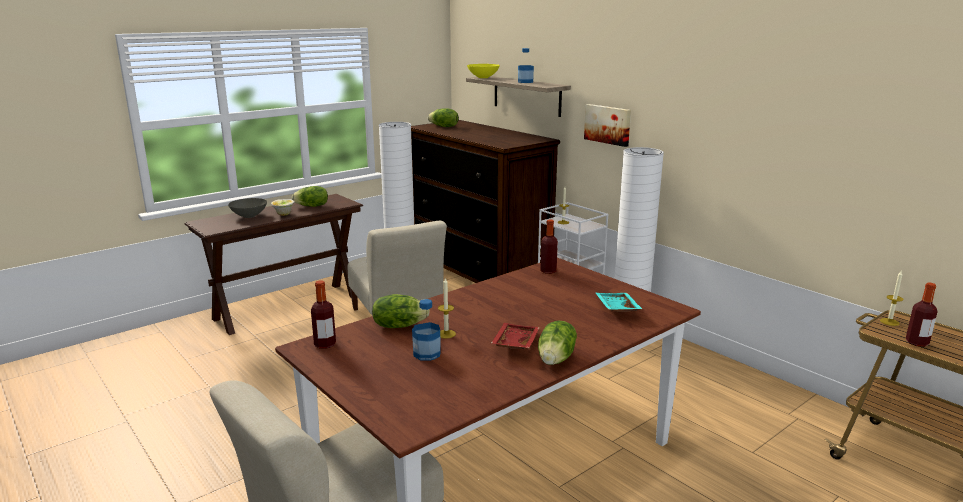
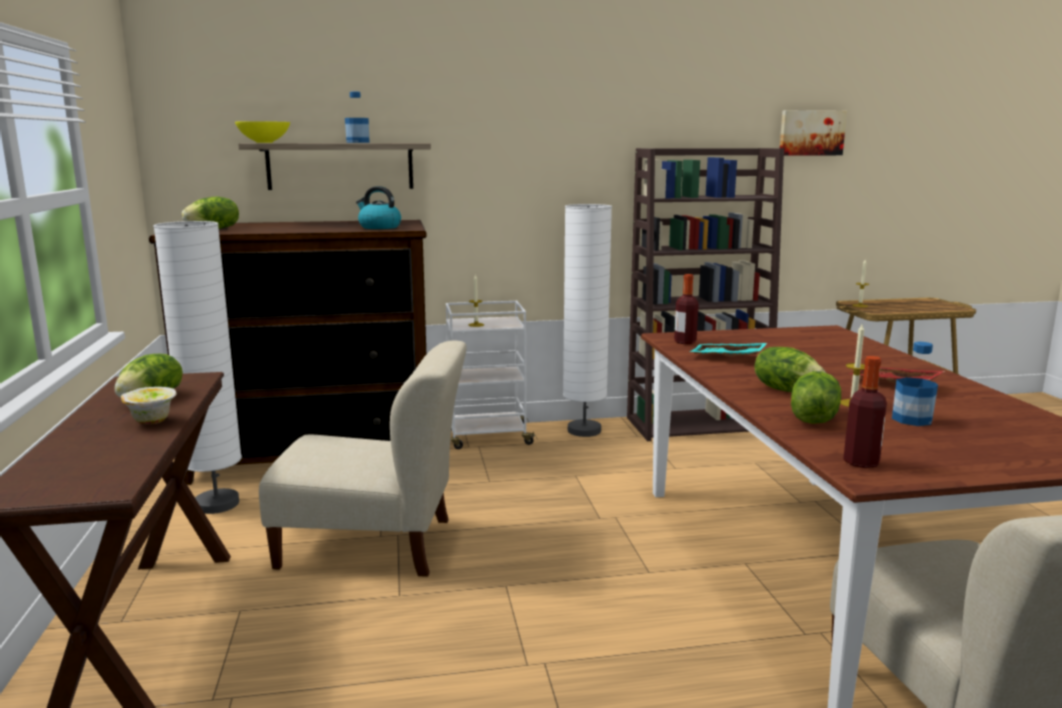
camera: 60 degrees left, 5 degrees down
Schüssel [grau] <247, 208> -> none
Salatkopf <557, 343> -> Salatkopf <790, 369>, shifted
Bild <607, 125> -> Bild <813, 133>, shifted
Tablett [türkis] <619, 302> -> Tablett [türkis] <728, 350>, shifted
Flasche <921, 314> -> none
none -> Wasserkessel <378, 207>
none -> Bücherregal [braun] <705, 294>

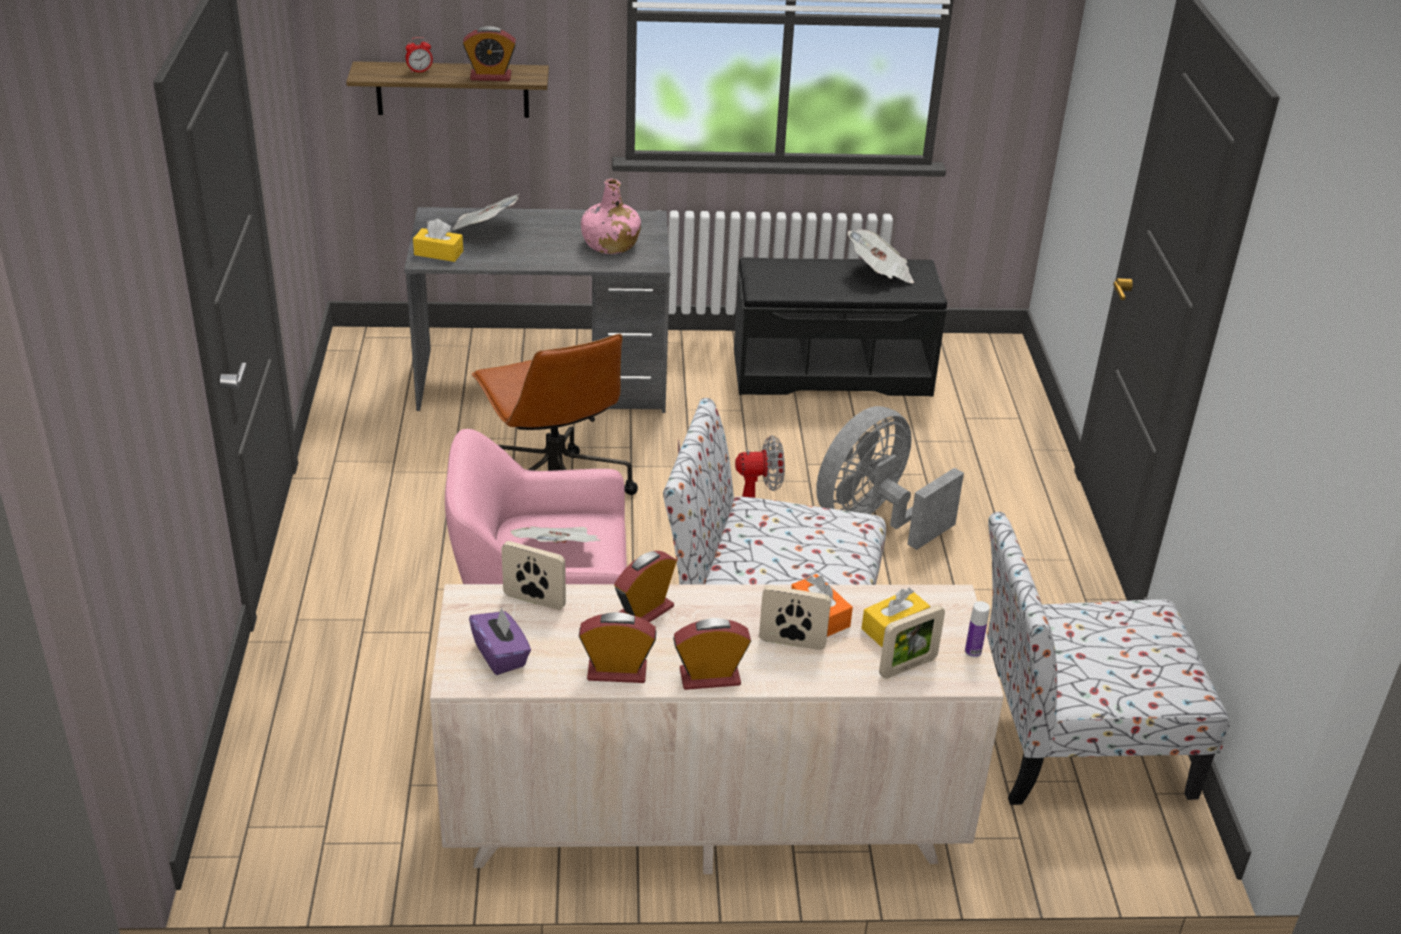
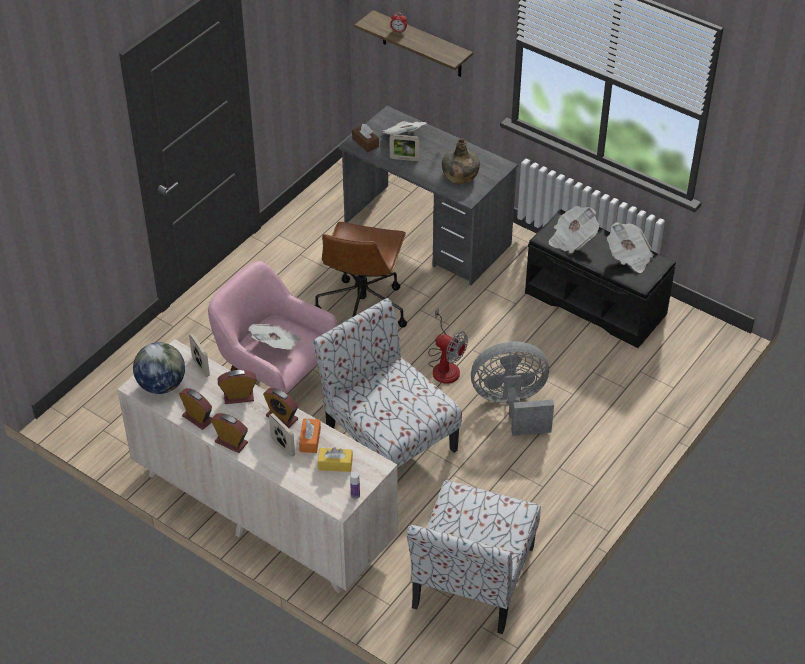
camera: 40 degrees right, 10 degrees up
Taschentuchbox [gelb] <438, 240> -> Taschentuchbox [braun] <365, 138>
Wecker <489, 53> -> Wecker <280, 408>, shifted
Taschentuchbox [lila] <500, 641> -> Globus <159, 368>
Flasche [rosa] <611, 216> -> Flasche [grün] <461, 161>
Bilderrahmen <912, 642> -> Bilderrahmen <405, 147>, shifted
Stuhl <1108, 658> -> Stuhl <474, 557>, 105 degrees counterclockwise
none -> Zeitung <574, 229>

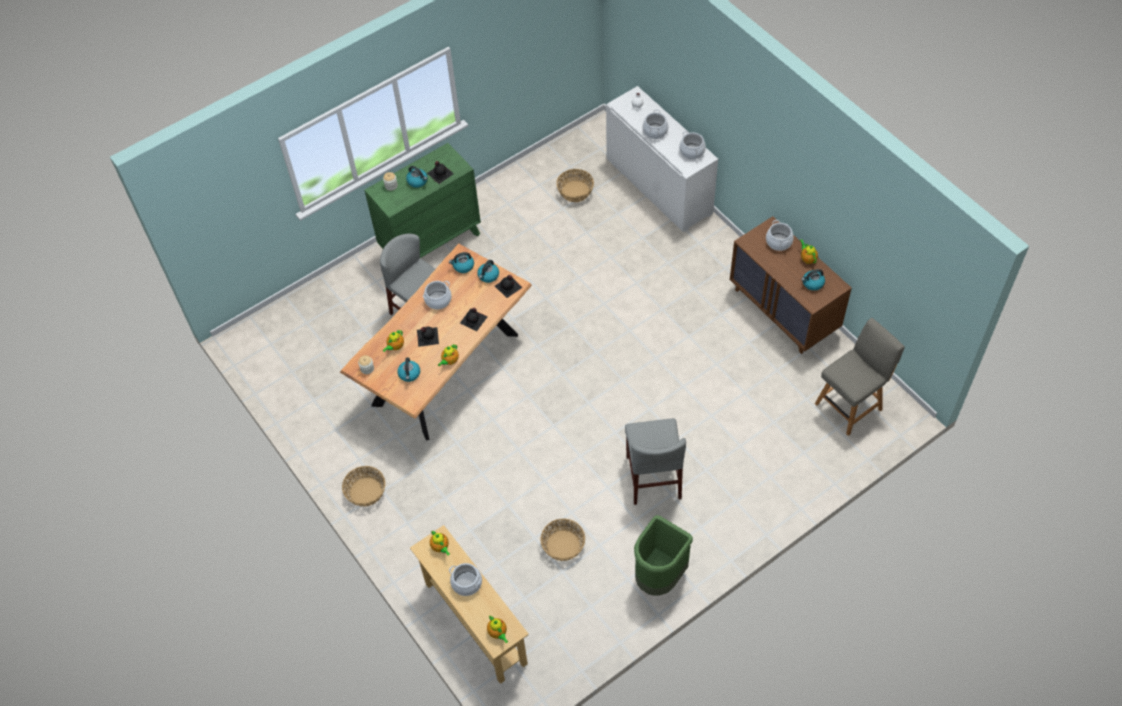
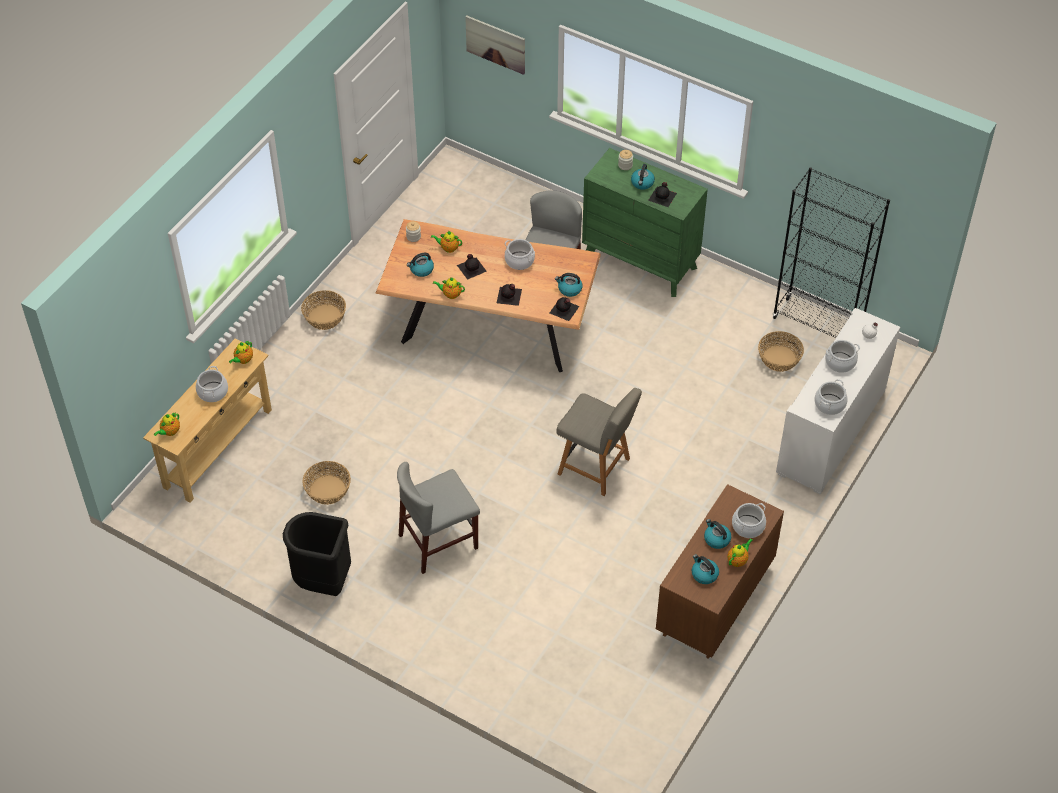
camera: 65 degrees right, 5 degrees down
Wasserkessel <461, 262> -> Wasserkessel <717, 534>, shifted
Mülleimer [grün] <663, 555> -> Mülleimer [schwarz] <317, 554>
Stuhl [grau] <860, 377> -> Stuhl [grau] <599, 442>, shifted
none -> Bild <495, 45>
none -> Bücherregal [schwarz] <831, 252>

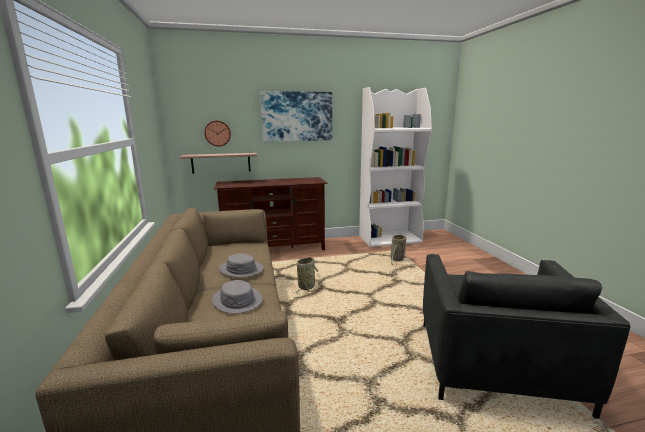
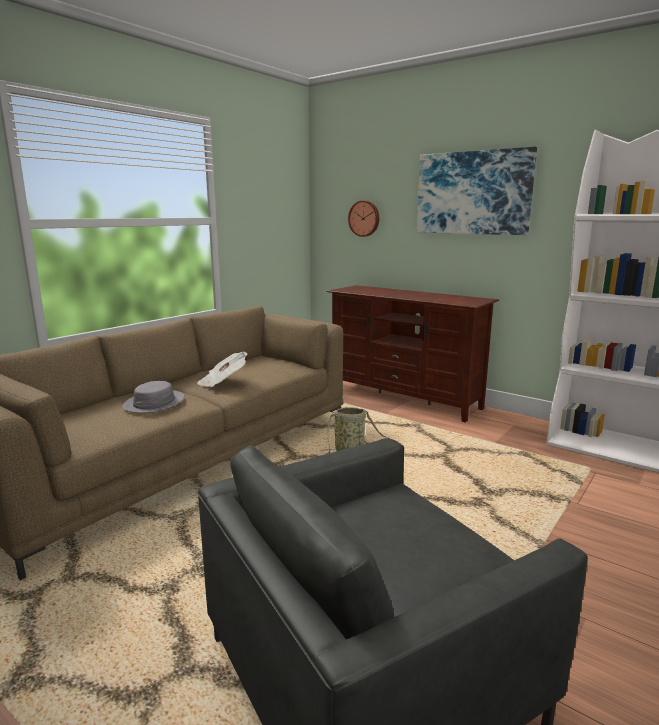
camera: 50 degrees right, 0 degrees up
Wandregal <218, 163> -> none
Hut [grau] <241, 265> -> Zeitung <222, 369>
Korb <398, 250> -> none

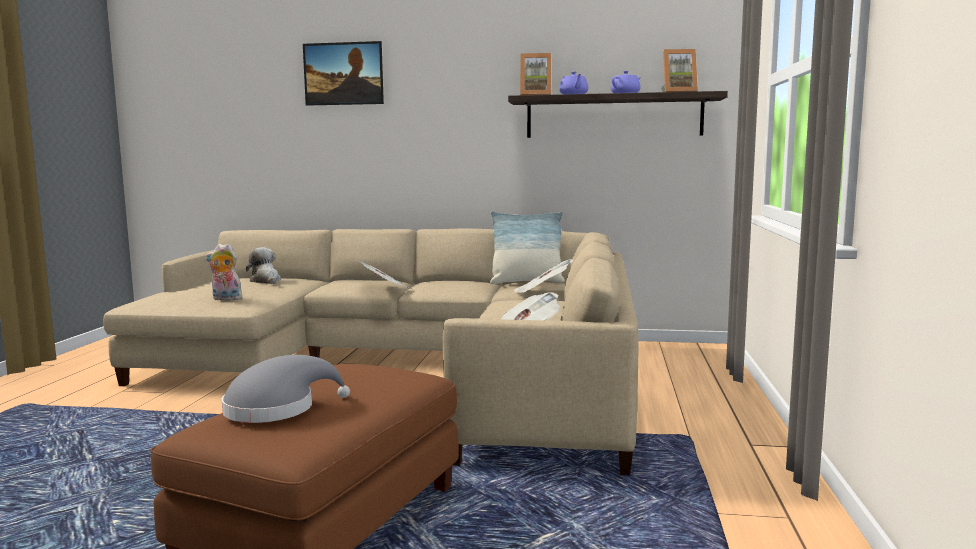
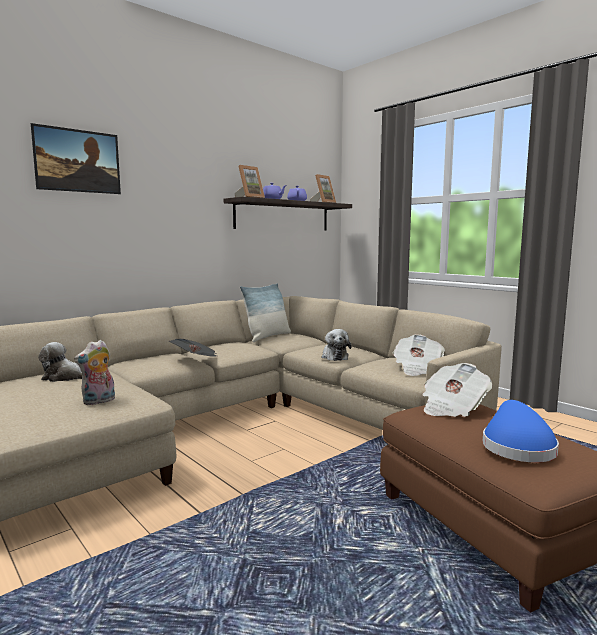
camera: 50 degrees left, 0 degrees up
Hut [grau] <286, 389> -> Hut [blau] <521, 431>
Zeitung <543, 276> -> Zeitung <457, 390>, shifted
none -> Plüschtier <336, 345>

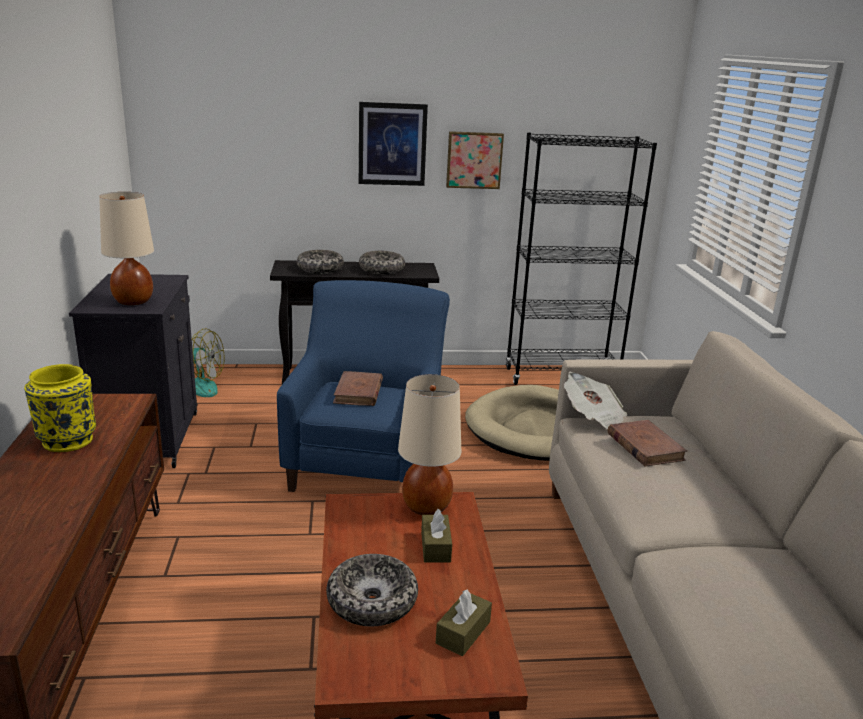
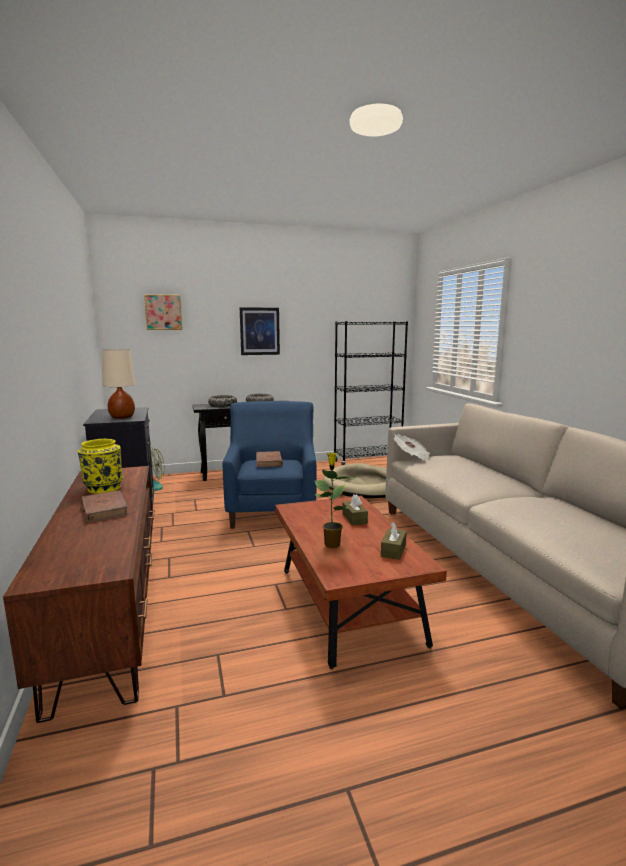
camera: 10 degrees left, 10 degrees down
Schüssel <372, 590> -> Topfpflanze <334, 500>
Tischlampe [beige] <429, 444> -> none
Bild <475, 160> -> Bild <163, 312>, shifted
Buch [braun] <647, 443> -> Buch [braun] <105, 506>, shifted

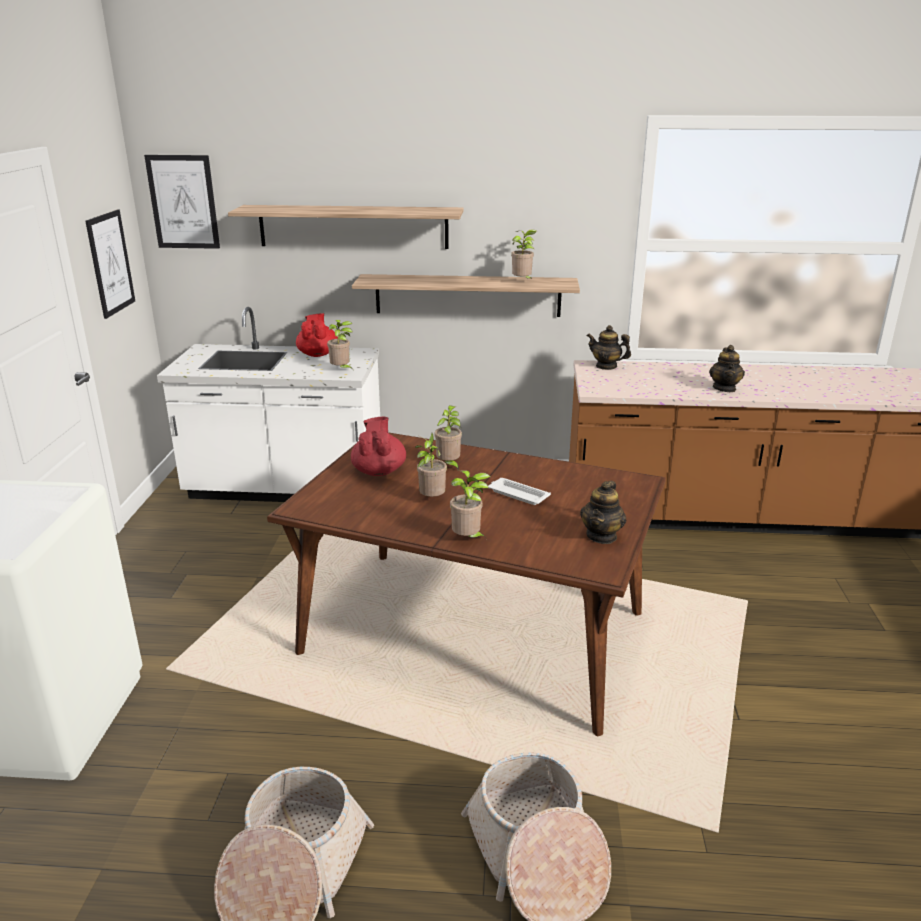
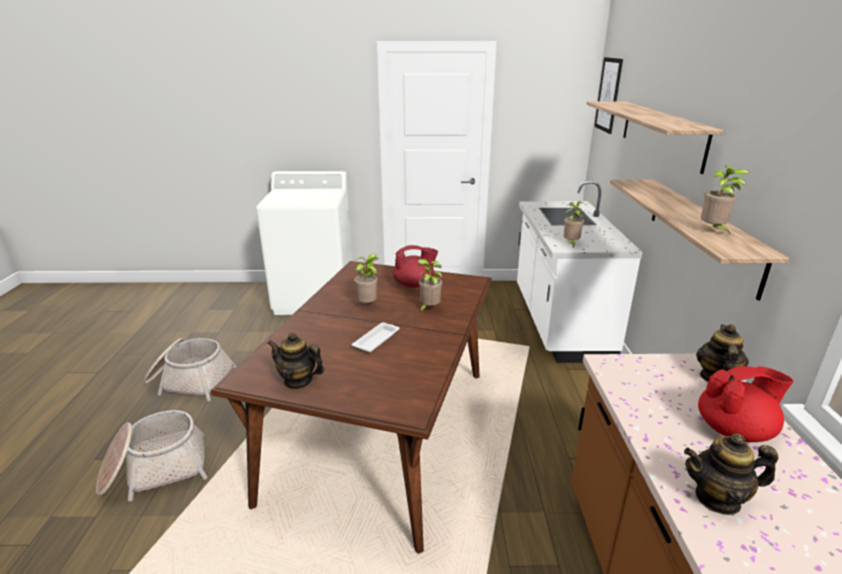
camera: 85 degrees right, 0 degrees up
Bild <110, 264> -> none
Teekanne [rot] <317, 335> -> Teekanne [rot] <745, 404>, shifted
Topfpflanze <470, 504> -> none

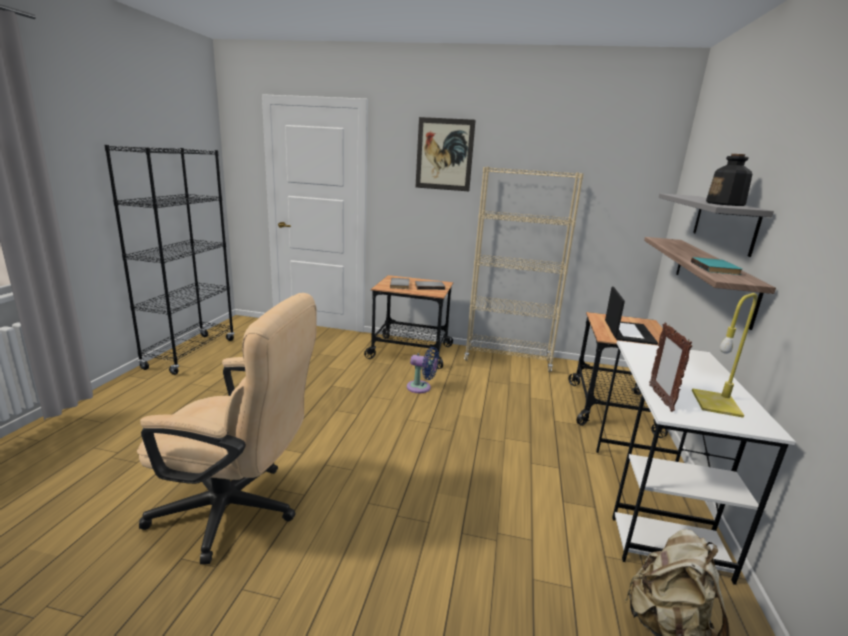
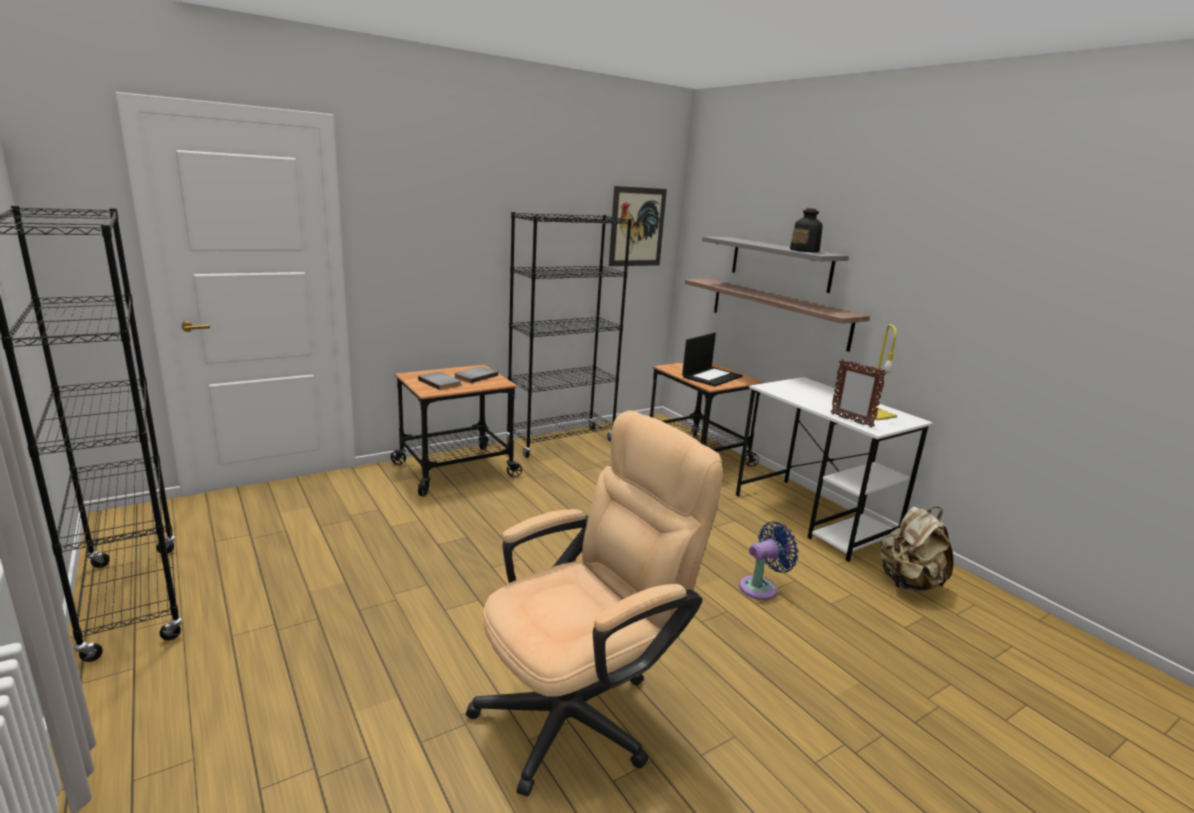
camera: 45 degrees left, 0 degrees up
Ventilator [blau] <423, 370> -> Ventilator [blau] <769, 560>, shifted
Bild <446, 154> -> Bild <638, 226>, shifted
Bücherregal [beige] <524, 269> -> Bücherregal [schwarz] <569, 335>
Laptop <631, 316> -> Laptop <712, 360>, 75 degrees clockwise
Buch [türkis] <717, 266> -> none

